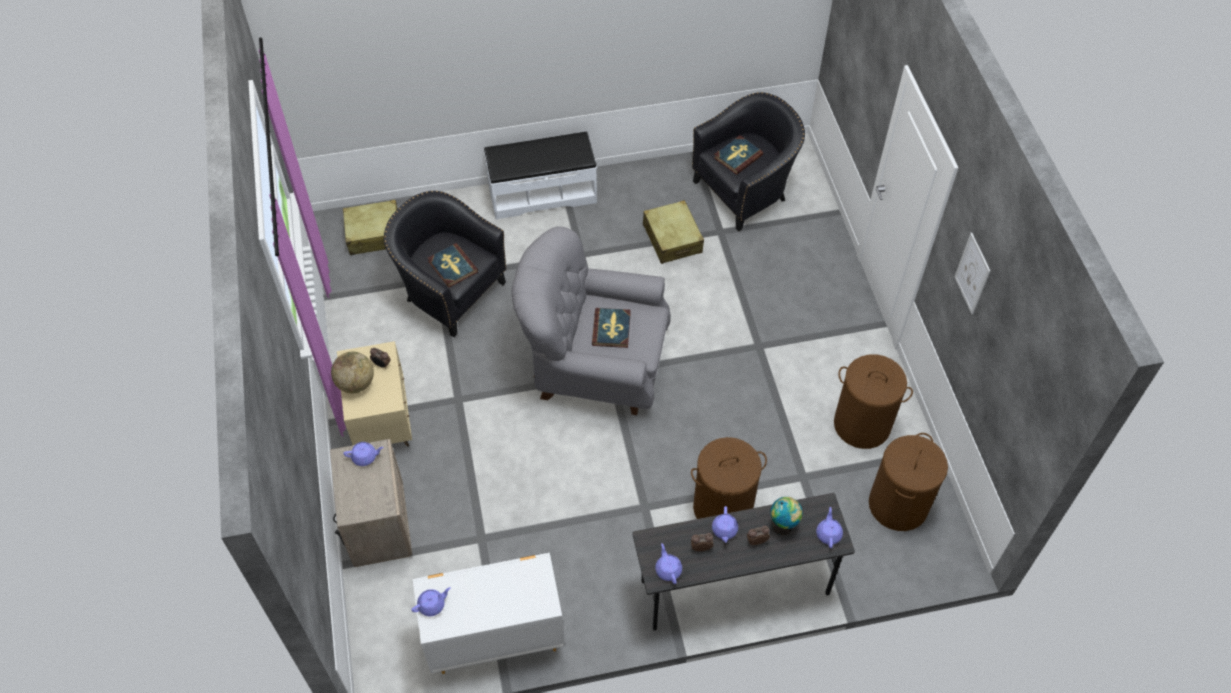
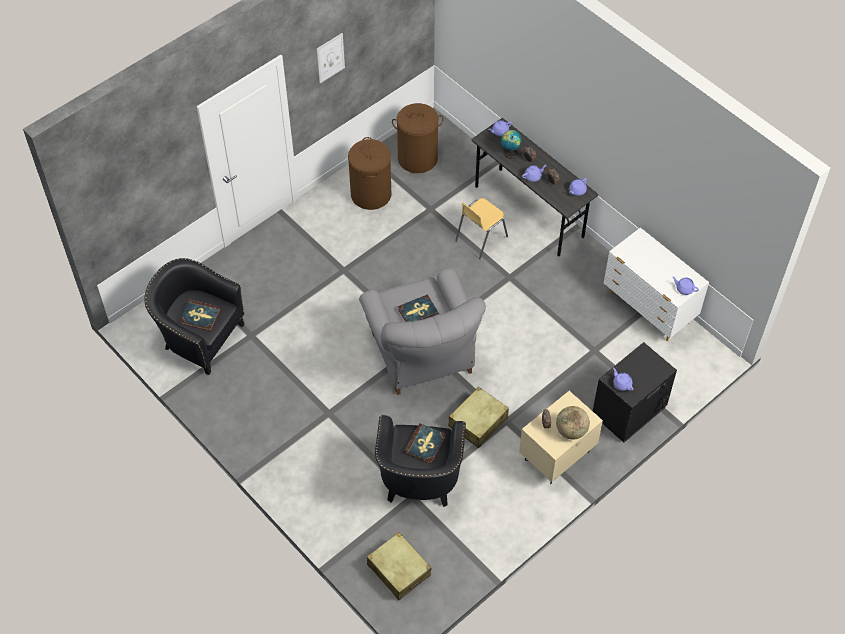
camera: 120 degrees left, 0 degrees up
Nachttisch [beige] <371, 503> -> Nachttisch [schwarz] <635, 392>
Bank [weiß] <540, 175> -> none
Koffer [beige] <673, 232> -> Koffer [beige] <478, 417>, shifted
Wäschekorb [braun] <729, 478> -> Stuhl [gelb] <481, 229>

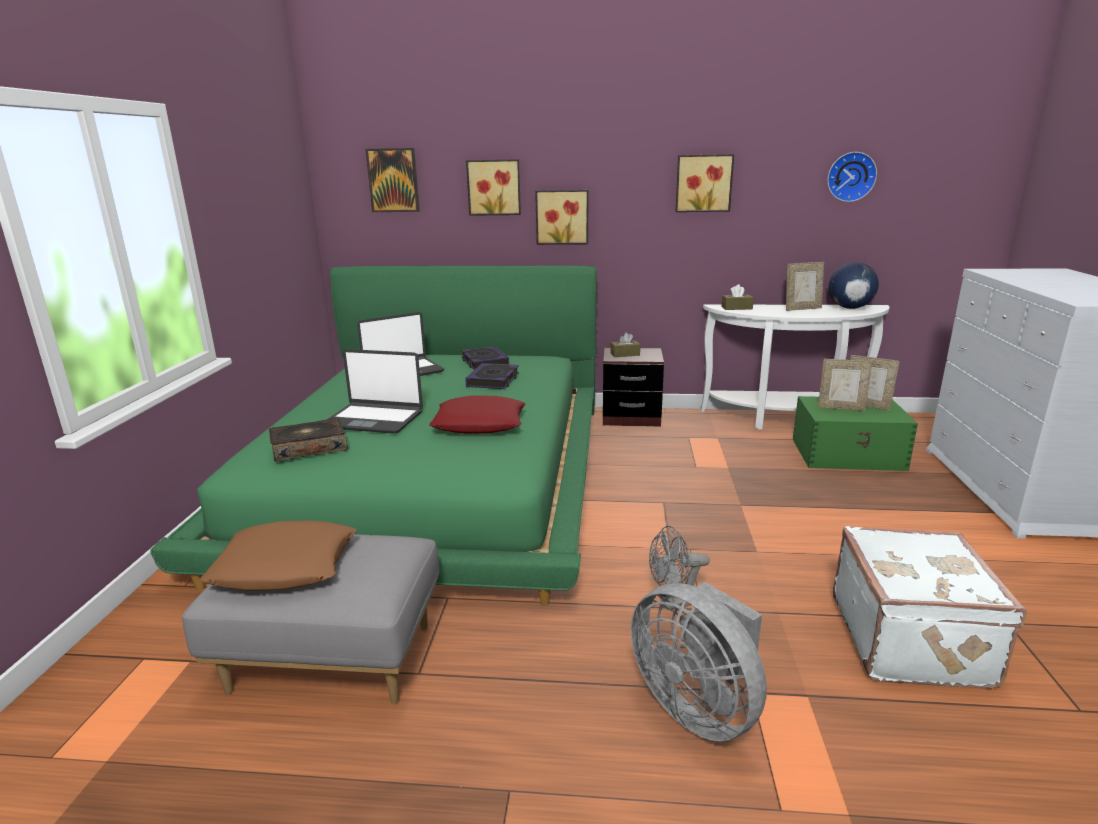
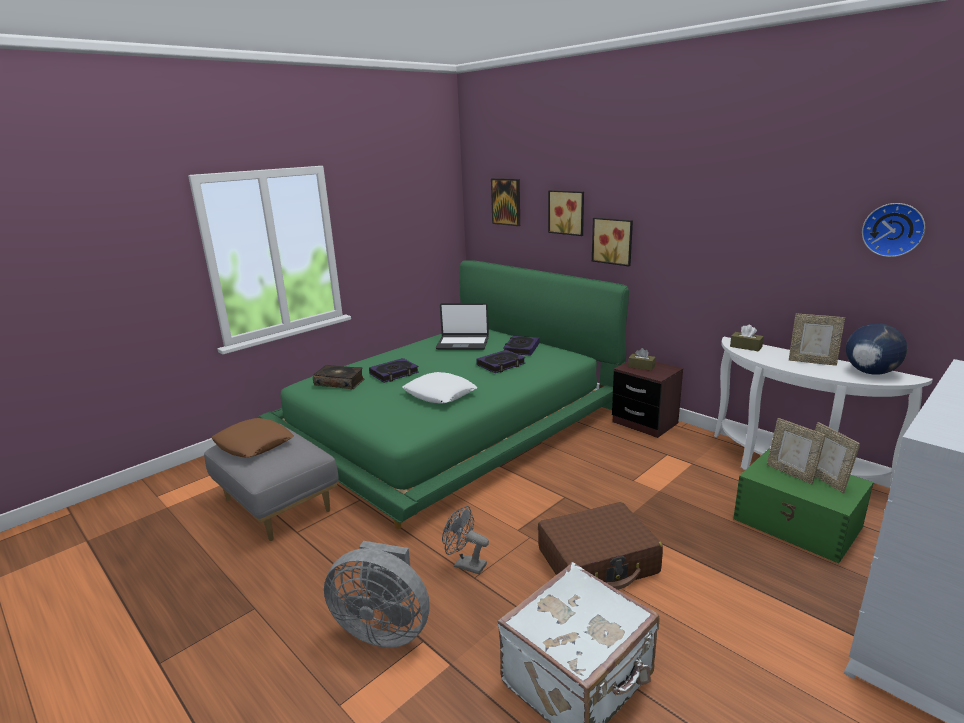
camera: 40 degrees right, 0 degrees up
Laptop <375, 391> -> Buch <394, 370>
Kissen [rot] <477, 415> -> Kissen [weiß] <440, 388>
Ventilator [grau] <699, 661> -> Ventilator [grau] <376, 594>, 75 degrees counterclockwise
Bild <704, 183> -> none
none -> Koffer [braun] <600, 546>

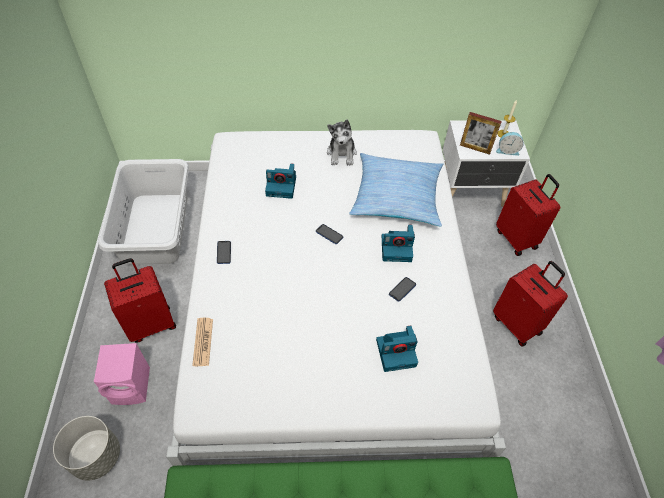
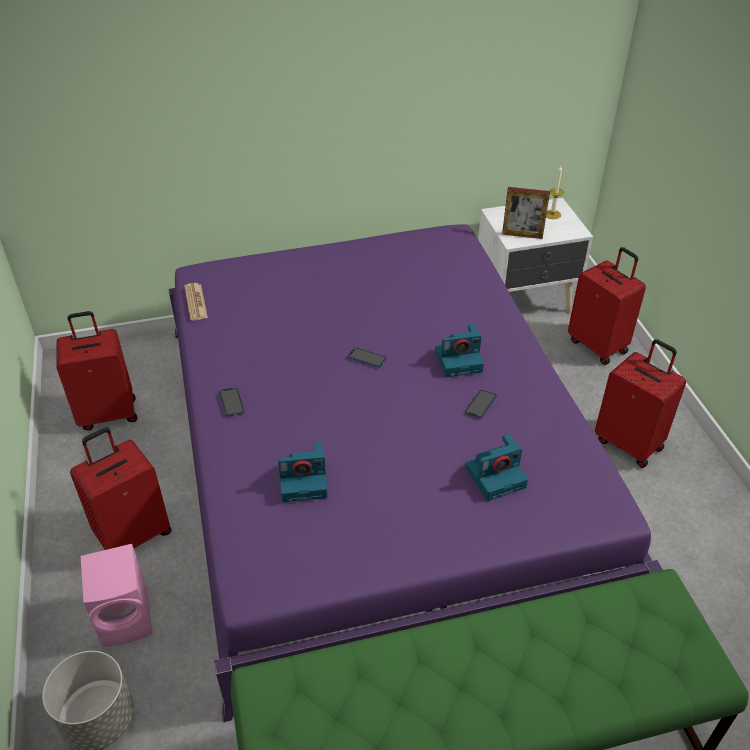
camera: 10 degrees left, 10 degrees down
Wäschekorb [grau] <143, 212> -> Koffer [rot] <96, 371>
Bett [weiß] <336, 298> -> Bett [lila] <415, 473>
Zeitung <202, 342> -> Zeitung <196, 301>, shifted
Kamera <280, 181> -> Kamera <303, 471>, shifted
Plüschtier <342, 142> -> none
Kissen <396, 190> -> none
Wecker <510, 144> -> none

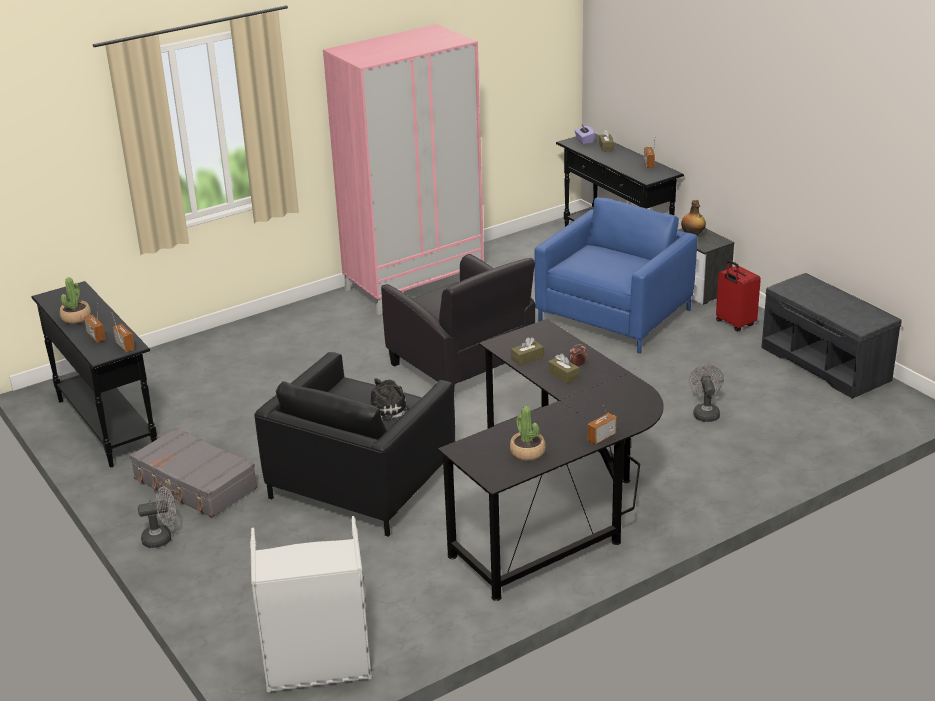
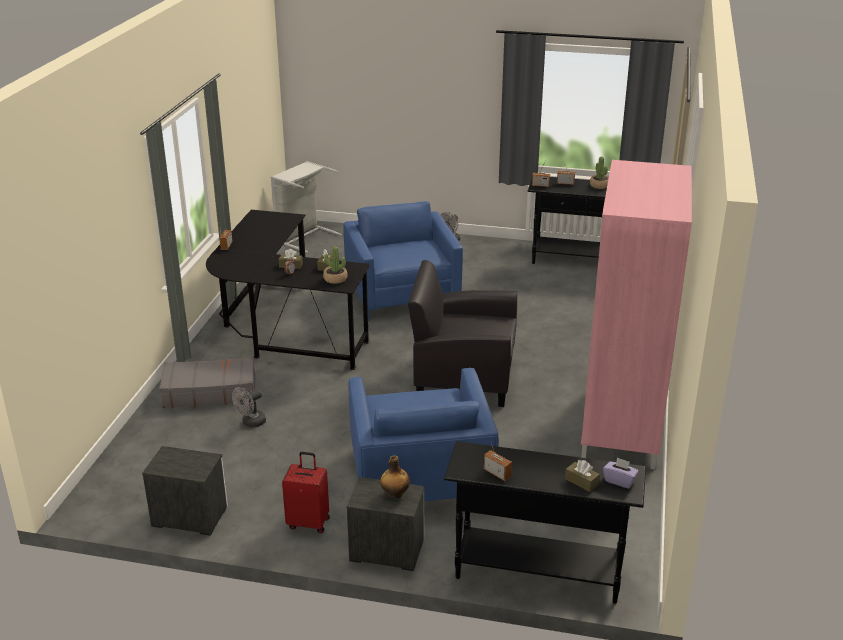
camera: 135 degrees right, 0 degrees up
Koffer [grau] <193, 472> -> Koffer [grau] <207, 382>, shifted
Sessel [schwarz] <354, 444> -> Sessel [blau] <403, 261>
Plüschtier <389, 399> -> none
Topfpflanze <528, 433> -> Topfpflanze <335, 265>, shifted
Ventilator [grau] <706, 393> -> Ventilator [grau] <249, 407>, 90 degrees clockwise
Bank [grau] <831, 336> -> Nachttisch <185, 491>

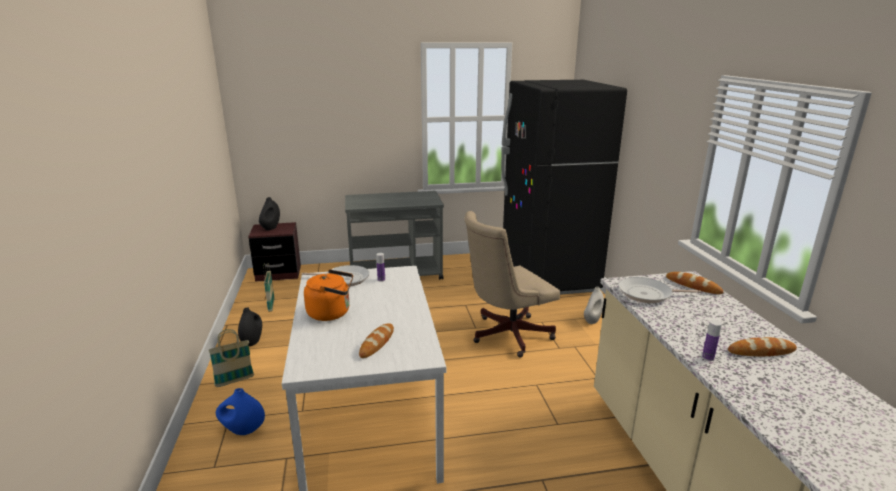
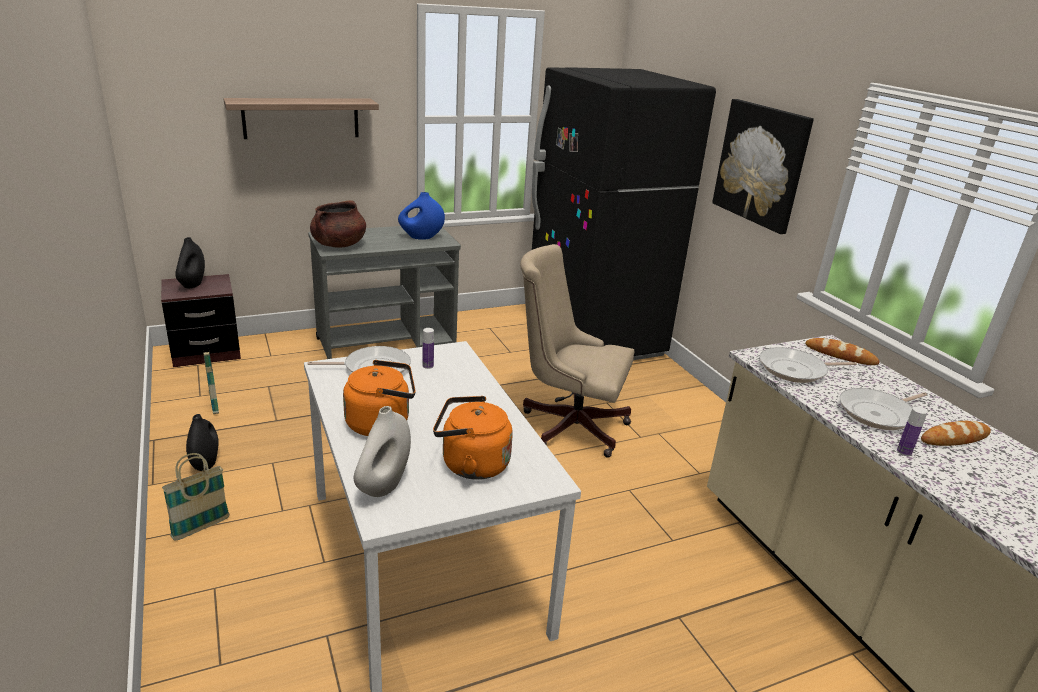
camera: 15 degrees left, 5 degrees up
Vase [blau] <240, 411> -> Vase [blau] <421, 216>, shifted
Brot <376, 340> -> Wasserkessel [orange] <473, 438>
Bürostuhl [beige] <512, 284> -> Bürostuhl [beige] <577, 351>, 60 degrees clockwise
Vase [weiß] <594, 305> -> Vase [weiß] <382, 451>, shifted
none -> Wandregal <301, 118>
none -> Kochtopf [braun] <338, 224>
none -> Bild <763, 166>
none -> Pfanne <883, 409>

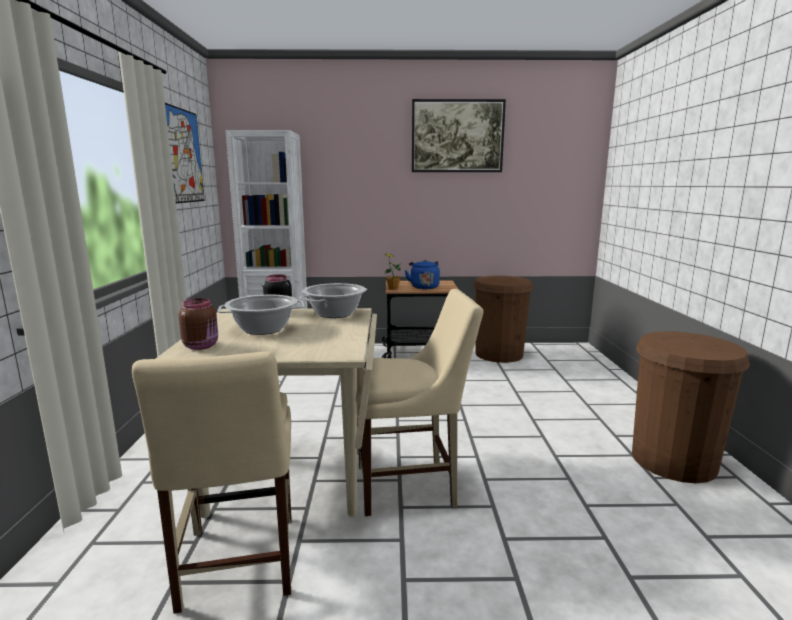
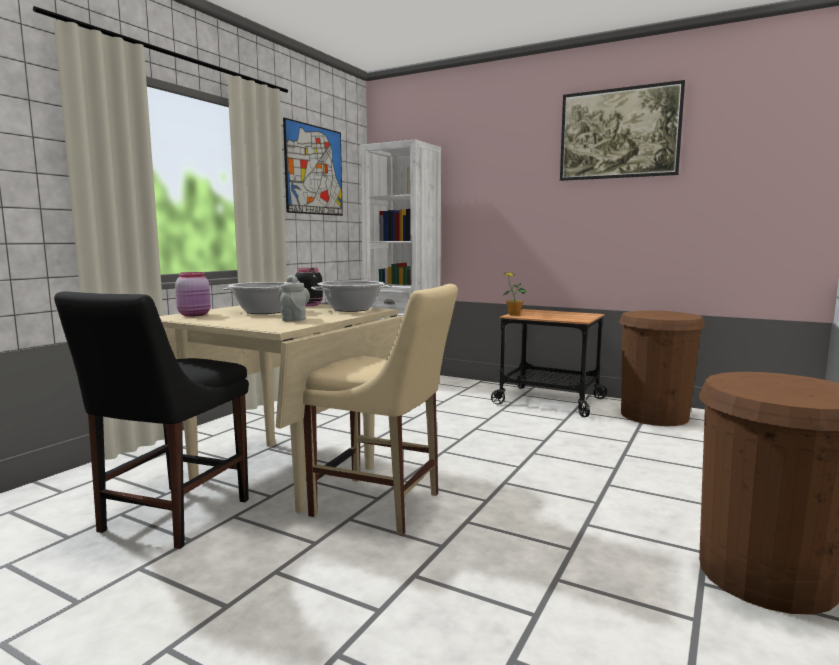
camera: 30 degrees right, 5 degrees down
Stuhl [beige] <211, 483> -> Stuhl [schwarz] <151, 420>
Vorratsglas [braun] <198, 324> -> Vorratsglas [rosa] <193, 294>
Wasserkessel [blau] <422, 274> -> none
none -> Teekanne [grau] <294, 298>

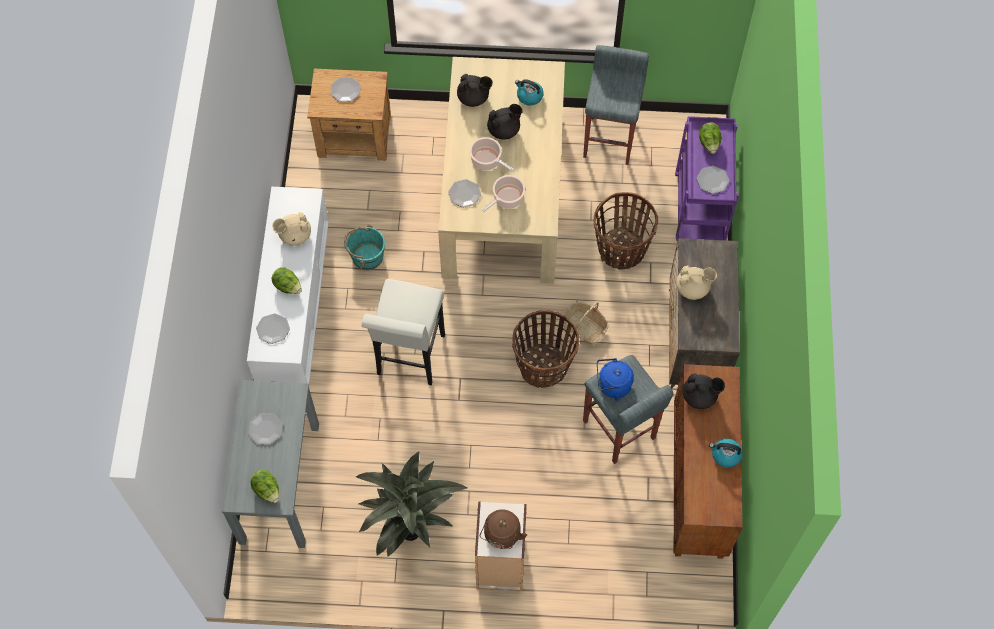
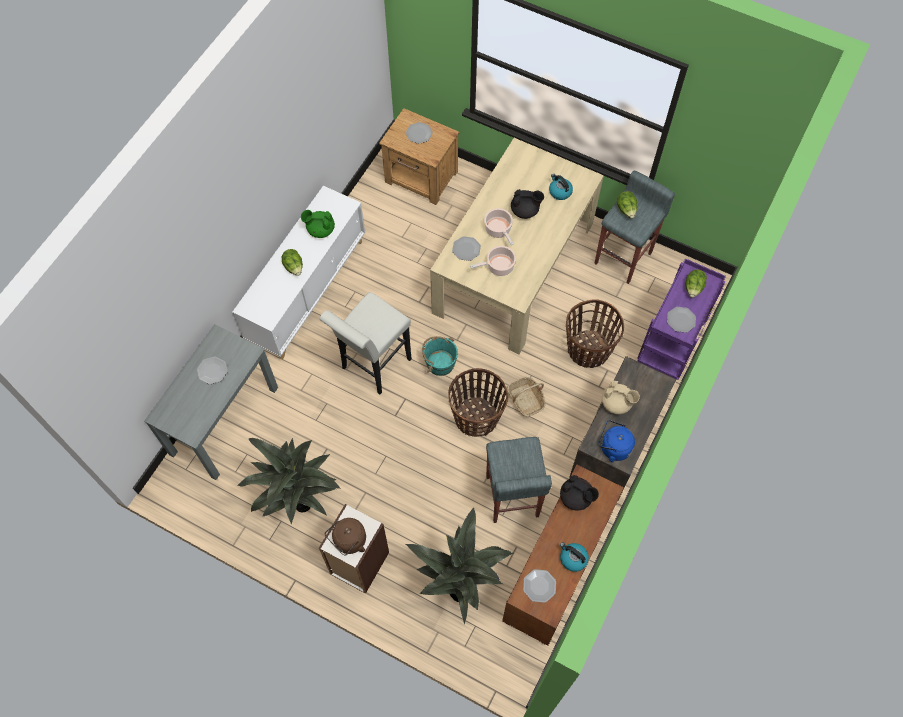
camera: 25 degrees right, 0 degrees up
Salatkopf <265, 486> -> Salatkopf <627, 205>, shifted
Teller <273, 328> -> Teller <539, 586>, shifted
Teekanne [beige] <291, 229> -> Teekanne [grün] <318, 224>
Eimer [türkis] <364, 247> -> Eimer [türkis] <440, 356>, shifted
Teekanne [schwarz] <475, 90> -> none
Wasserkessel [blau] <615, 379> -> Wasserkessel [blau] <617, 441>, shifted
none -> Topfpflanze <460, 565>

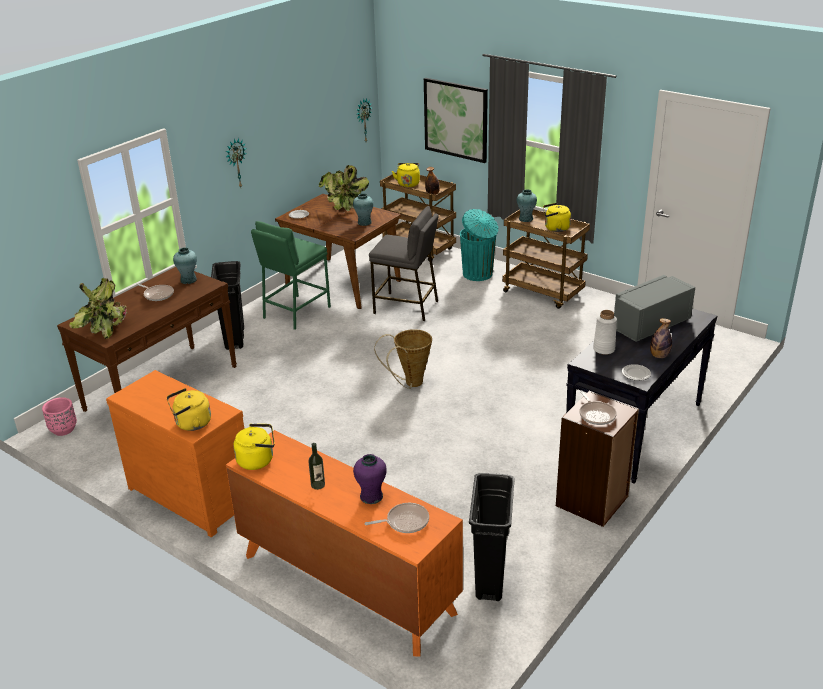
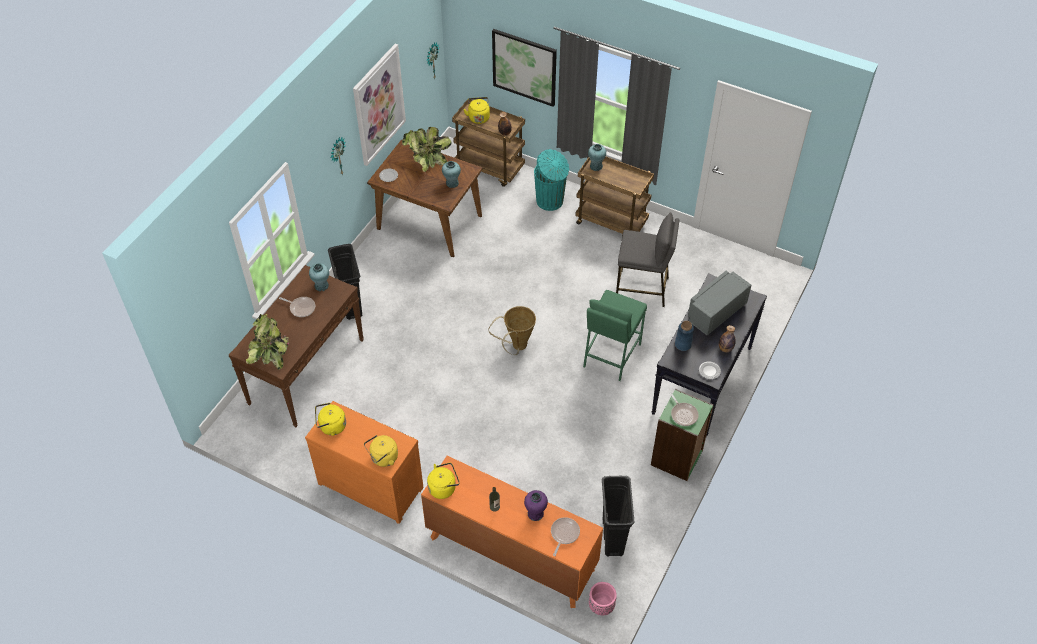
camera: 10 degrees left, 20 degrees up
Pflanzkübel [rosa] <59, 416> -> Pflanzkübel [rosa] <603, 598>, shifted
Hocker [grün] <291, 275> -> Hocker [grün] <615, 335>, shifted
Pfanne <397, 518> -> Pfanne <565, 536>, 45 degrees counterclockwise
Hocker [grau] <404, 263> -> Hocker [grau] <648, 259>, shifted
Wasserkessel [gelb] <557, 217> -> Wasserkessel [gelb] <330, 419>, shifted
Bücherregal [braun] <597, 459> -> Bücherregal [grün] <682, 435>
Vase [weiß] <605, 332> -> Vase [blau] <684, 336>
none -> Bild <379, 104>

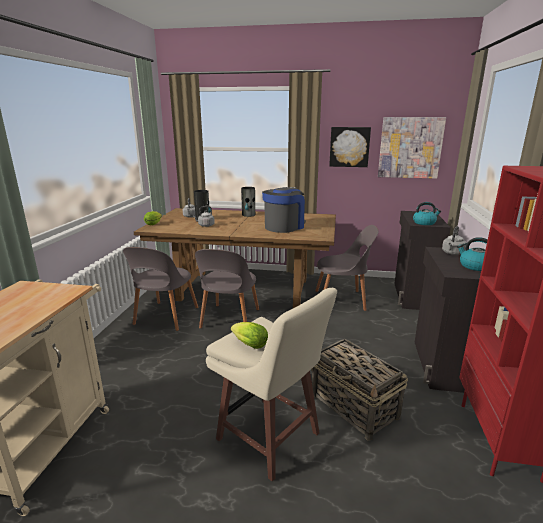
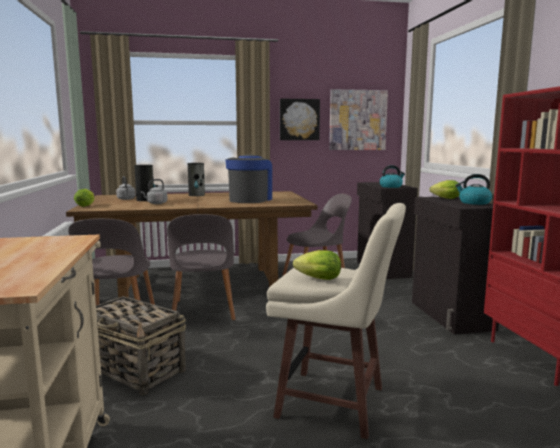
camera: 20 degrees left, 10 degrees down
Korb <359, 390> -> Korb <141, 345>, shifted
Wasserkessel [grau] <454, 240> -> Salatkopf <444, 189>

